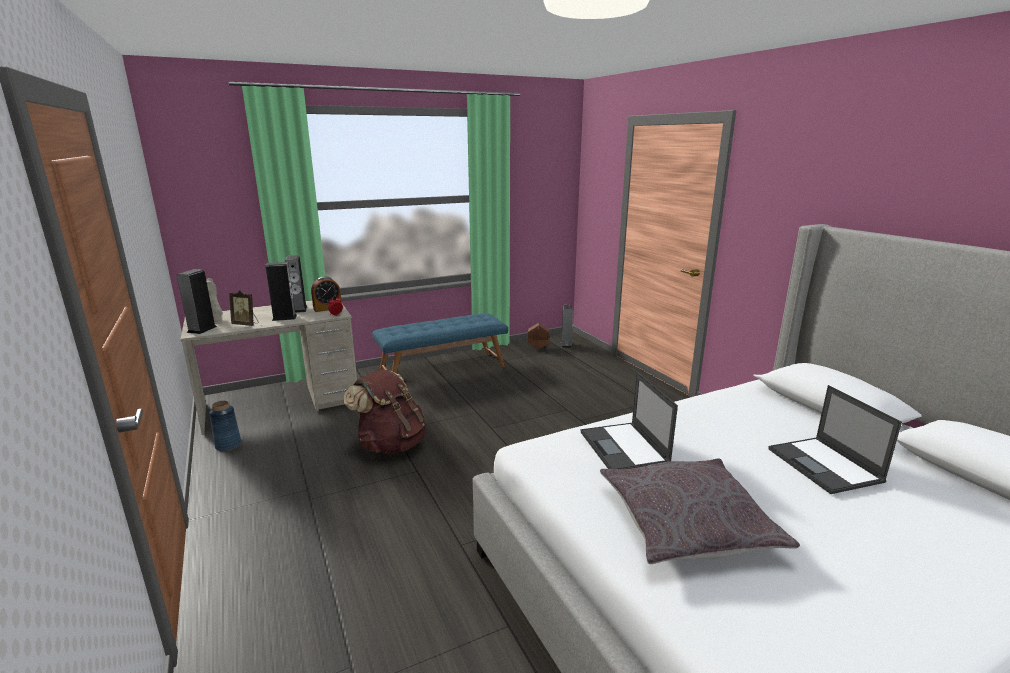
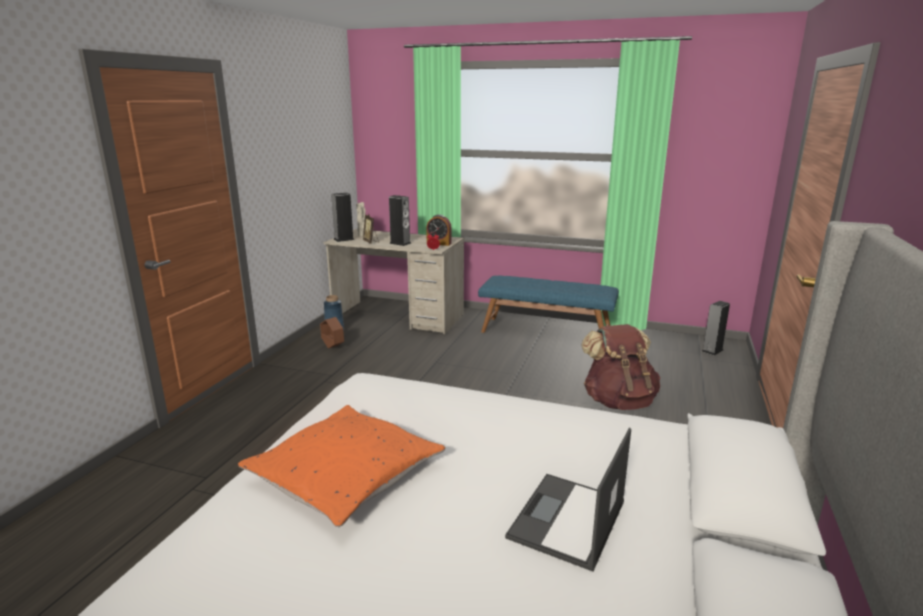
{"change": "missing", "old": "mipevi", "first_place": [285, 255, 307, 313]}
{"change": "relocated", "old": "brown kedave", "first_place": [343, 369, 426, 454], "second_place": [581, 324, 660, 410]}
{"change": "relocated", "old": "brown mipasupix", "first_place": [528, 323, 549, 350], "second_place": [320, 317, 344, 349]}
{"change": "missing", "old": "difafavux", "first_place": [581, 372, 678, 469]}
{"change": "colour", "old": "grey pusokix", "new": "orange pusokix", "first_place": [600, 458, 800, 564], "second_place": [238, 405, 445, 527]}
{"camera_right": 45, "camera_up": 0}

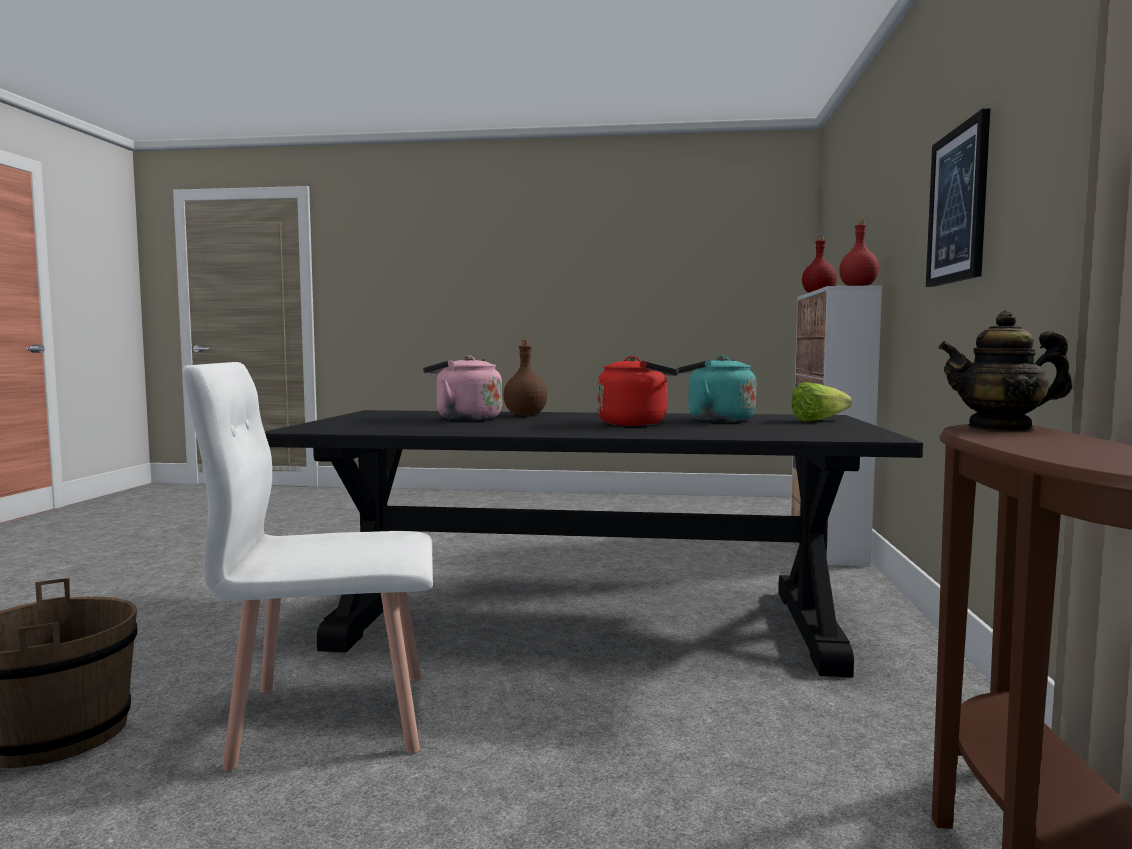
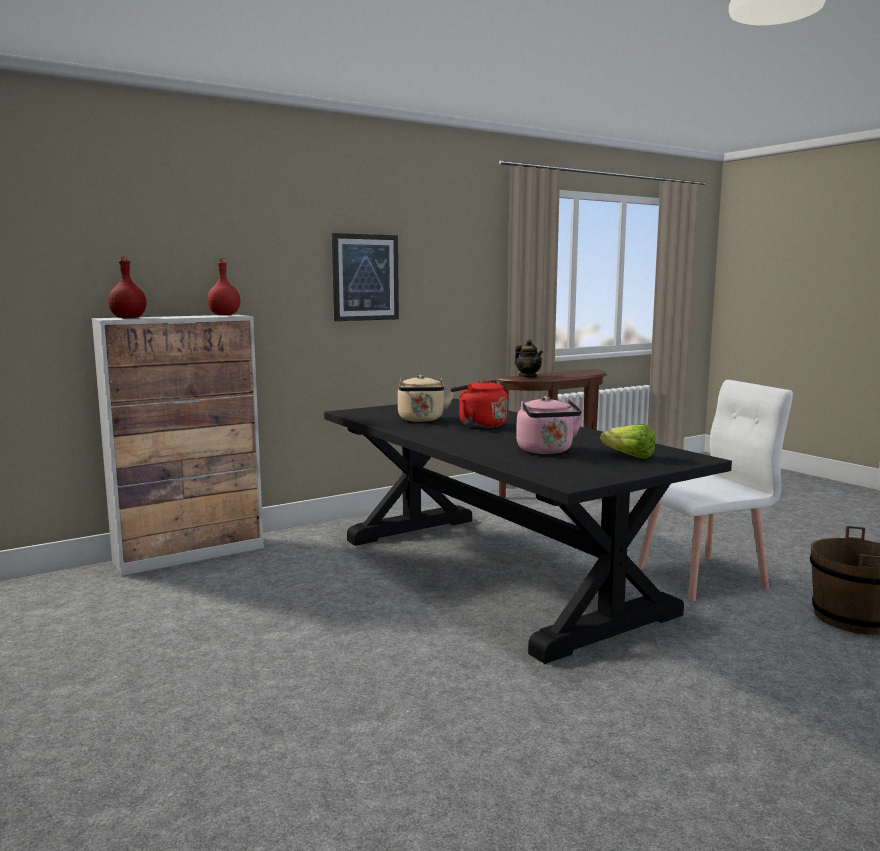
{"change": "spun", "old": "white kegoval", "first_place": [183, 362, 433, 770], "second_place": [634, 380, 793, 601], "degrees": -60}
{"change": "missing", "old": "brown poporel", "first_place": [503, 340, 547, 416]}
{"change": "colour", "old": "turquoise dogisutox", "new": "beige dogisutox", "first_place": [677, 355, 756, 422], "second_place": [398, 375, 453, 422]}
{"change": "relocated", "old": "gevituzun", "first_place": [791, 382, 852, 421], "second_place": [600, 425, 655, 459]}
{"camera_right": -130, "camera_up": 5}

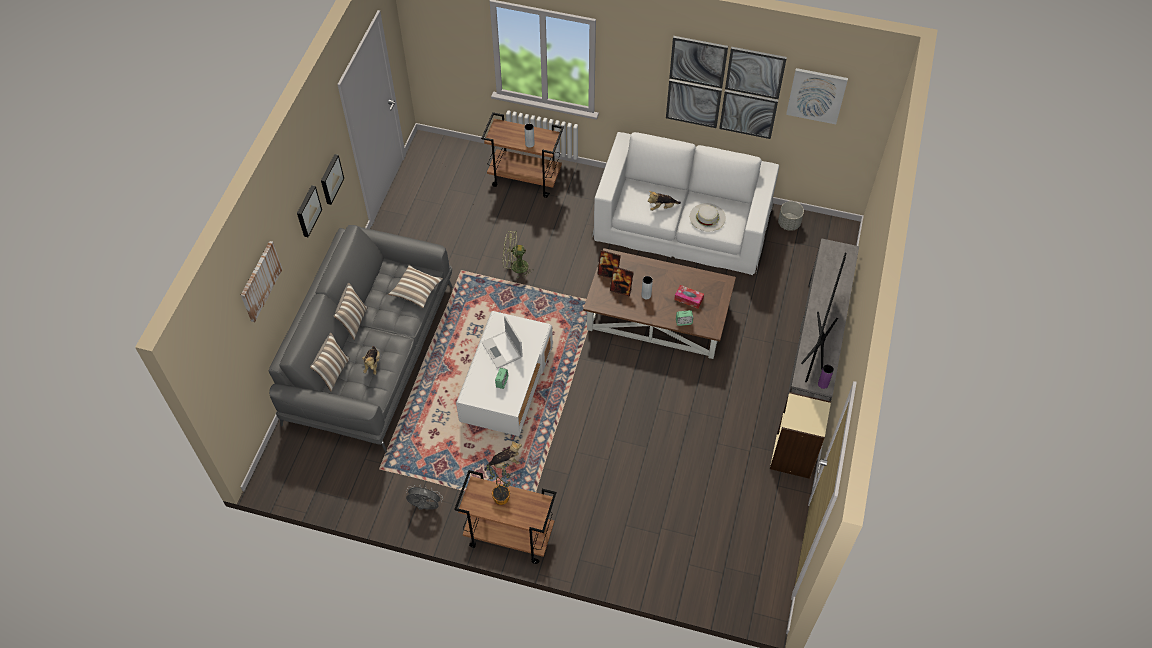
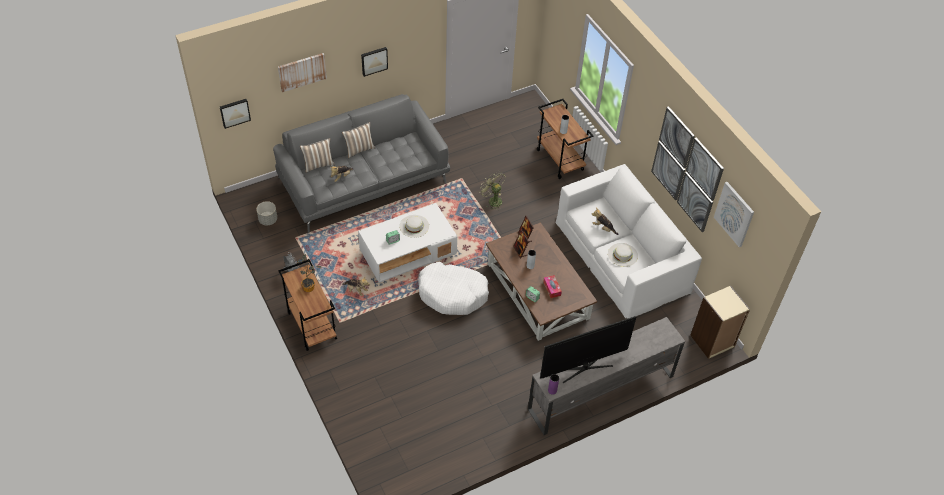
{"change": "relocated", "old": "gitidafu", "first_place": [321, 154, 344, 205], "second_place": [220, 99, 251, 129]}
{"change": "missing", "old": "pusokix", "first_place": [388, 265, 443, 308]}
{"change": "exchanged", "old": "difafavux", "new": "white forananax", "first_place": [482, 316, 523, 369], "second_place": [399, 215, 429, 238]}
{"change": "relocated", "old": "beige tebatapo", "first_place": [770, 392, 831, 479], "second_place": [690, 286, 750, 359]}
{"change": "relocated", "old": "grey mipasupix", "first_place": [778, 201, 804, 231], "second_place": [256, 201, 277, 225]}
{"change": "appeared", "new": "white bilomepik", "second_place": [419, 262, 489, 315]}
{"camera_right": 45, "camera_up": -5}

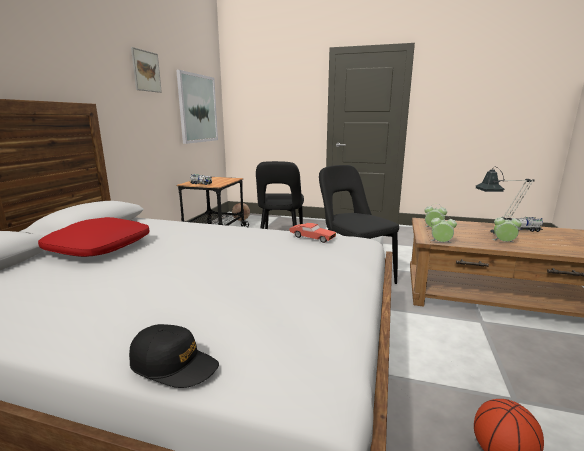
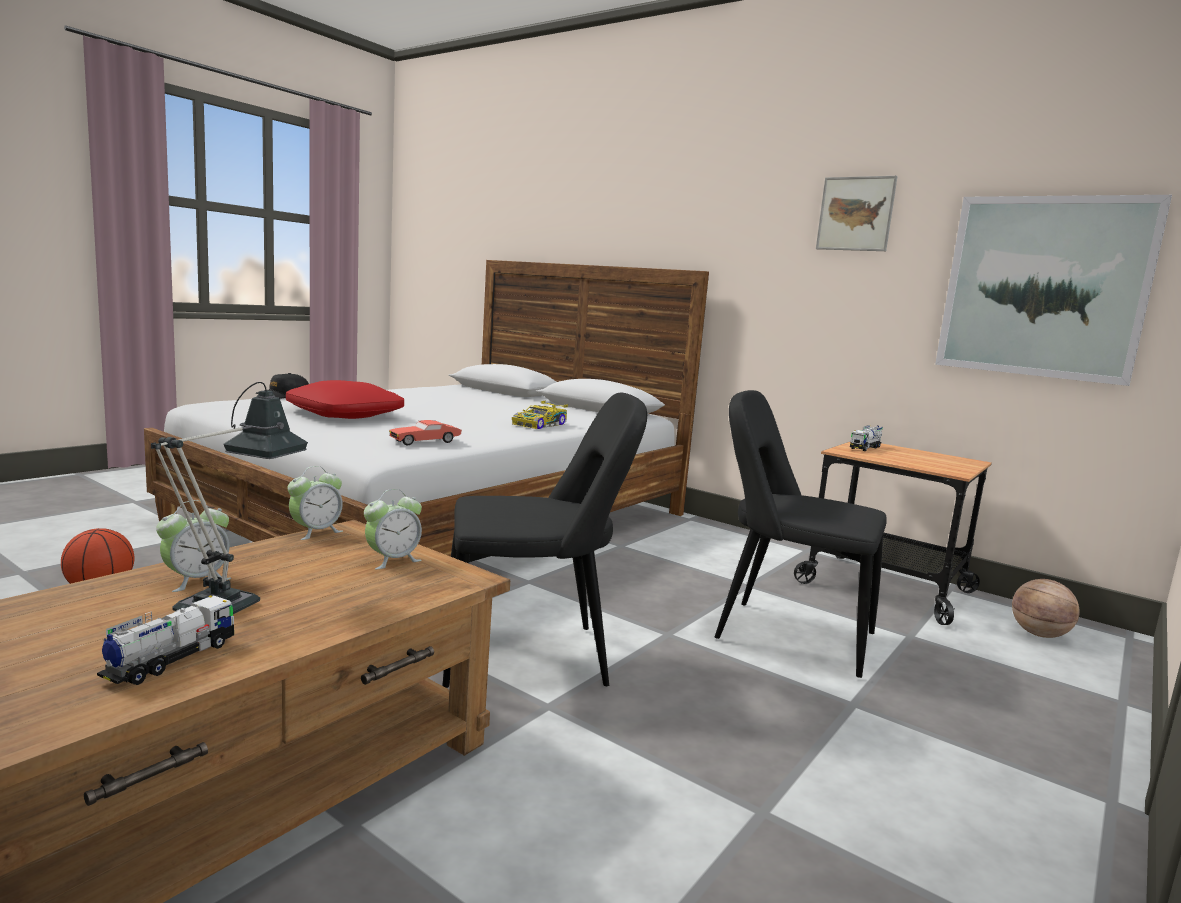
{"change": "relocated", "old": "red pusokix", "first_place": [38, 217, 150, 257], "second_place": [286, 380, 404, 419]}
{"change": "appeared", "new": "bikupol", "second_place": [512, 401, 568, 429]}
{"camera_right": 110, "camera_up": -5}

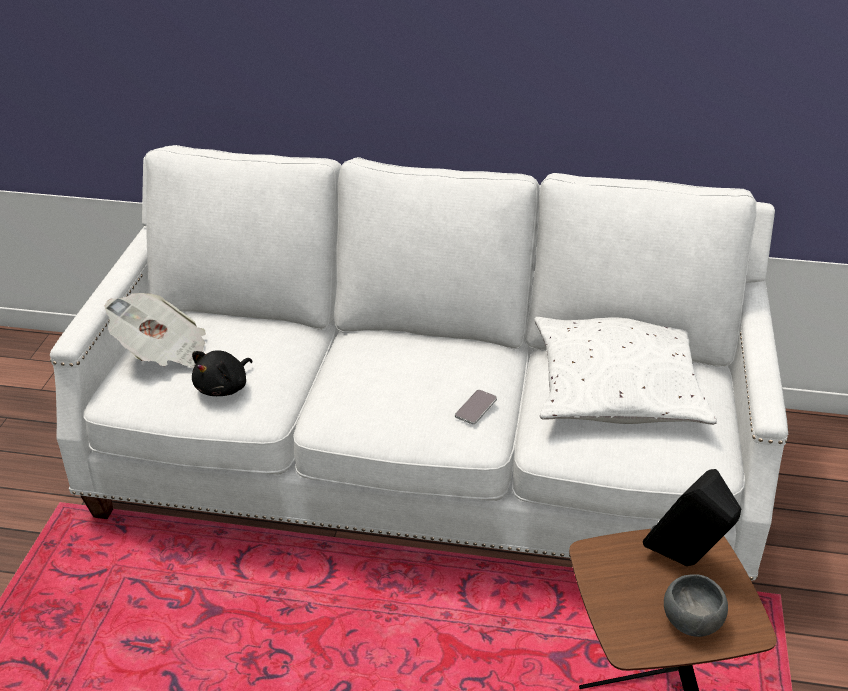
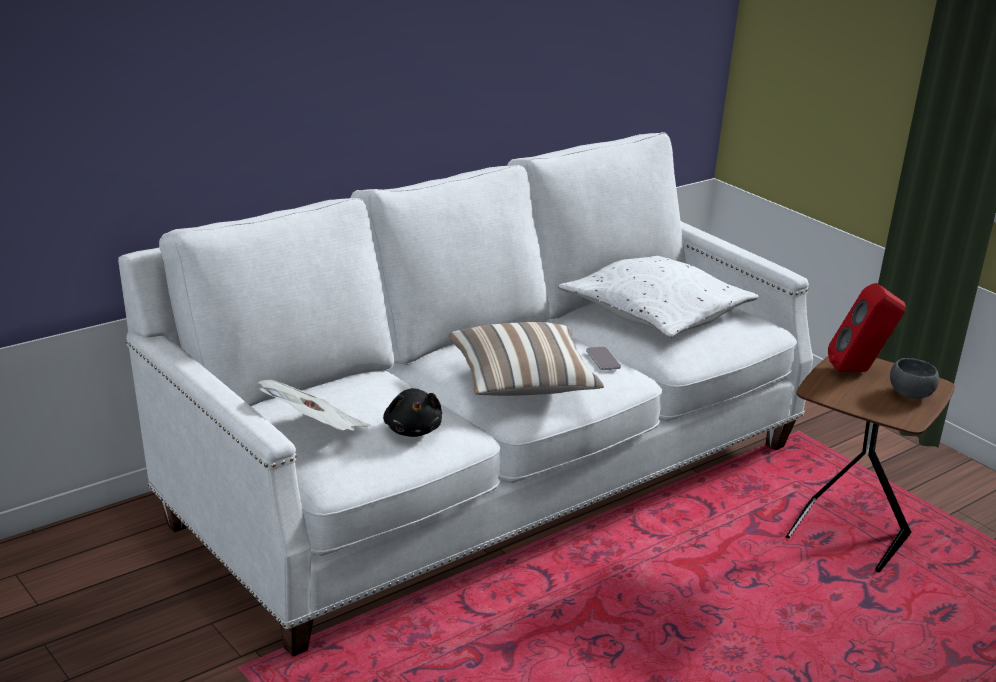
{"change": "colour", "old": "black mipevi", "new": "red mipevi", "first_place": [643, 469, 741, 566], "second_place": [828, 283, 906, 372]}
{"change": "appeared", "new": "pusokix", "second_place": [448, 322, 604, 396]}
{"camera_right": -50, "camera_up": -10}

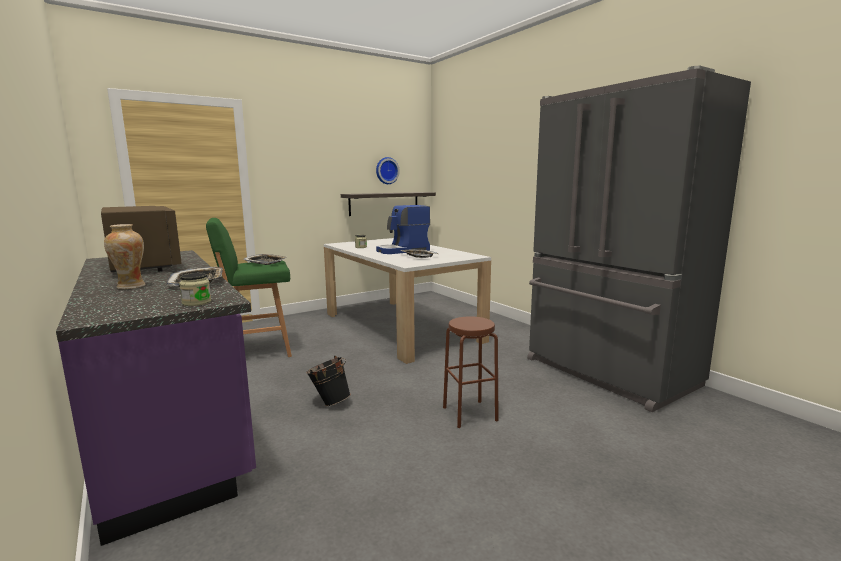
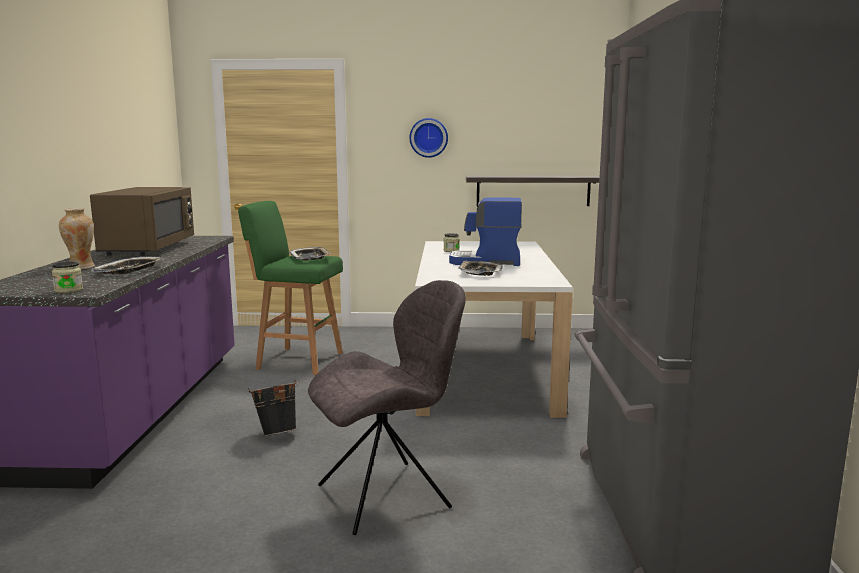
{"change": "relocated", "old": "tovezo", "first_place": [376, 157, 400, 184], "second_place": [410, 118, 448, 158]}
{"change": "exchanged", "old": "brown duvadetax", "new": "grey kegoval", "first_place": [443, 316, 499, 428], "second_place": [308, 280, 466, 535]}
{"camera_right": 35, "camera_up": 0}

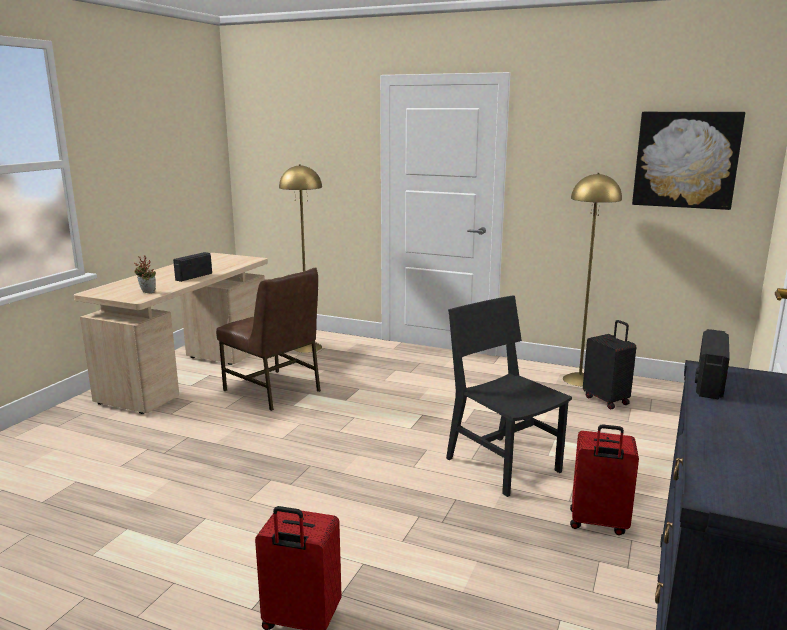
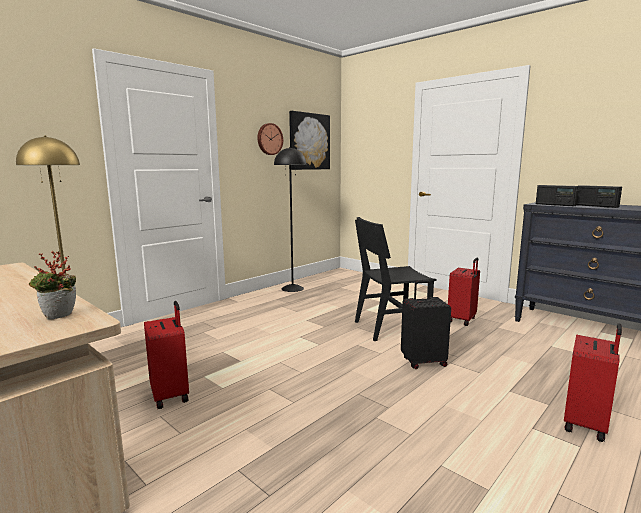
{"change": "relocated", "old": "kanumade", "first_place": [173, 252, 212, 282], "second_place": [577, 185, 622, 208]}
{"change": "exchanged", "old": "brown kegoval", "new": "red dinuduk", "first_place": [216, 267, 321, 411], "second_place": [144, 301, 189, 409]}
{"change": "colour", "old": "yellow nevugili", "new": "black nevugili", "first_place": [563, 173, 622, 387], "second_place": [274, 147, 306, 292]}
{"change": "relocated", "old": "black dinuduk", "first_place": [583, 320, 636, 409], "second_place": [401, 280, 451, 369]}
{"change": "appeared", "new": "tovezo", "second_place": [257, 123, 283, 155]}
{"camera_right": -70, "camera_up": -5}

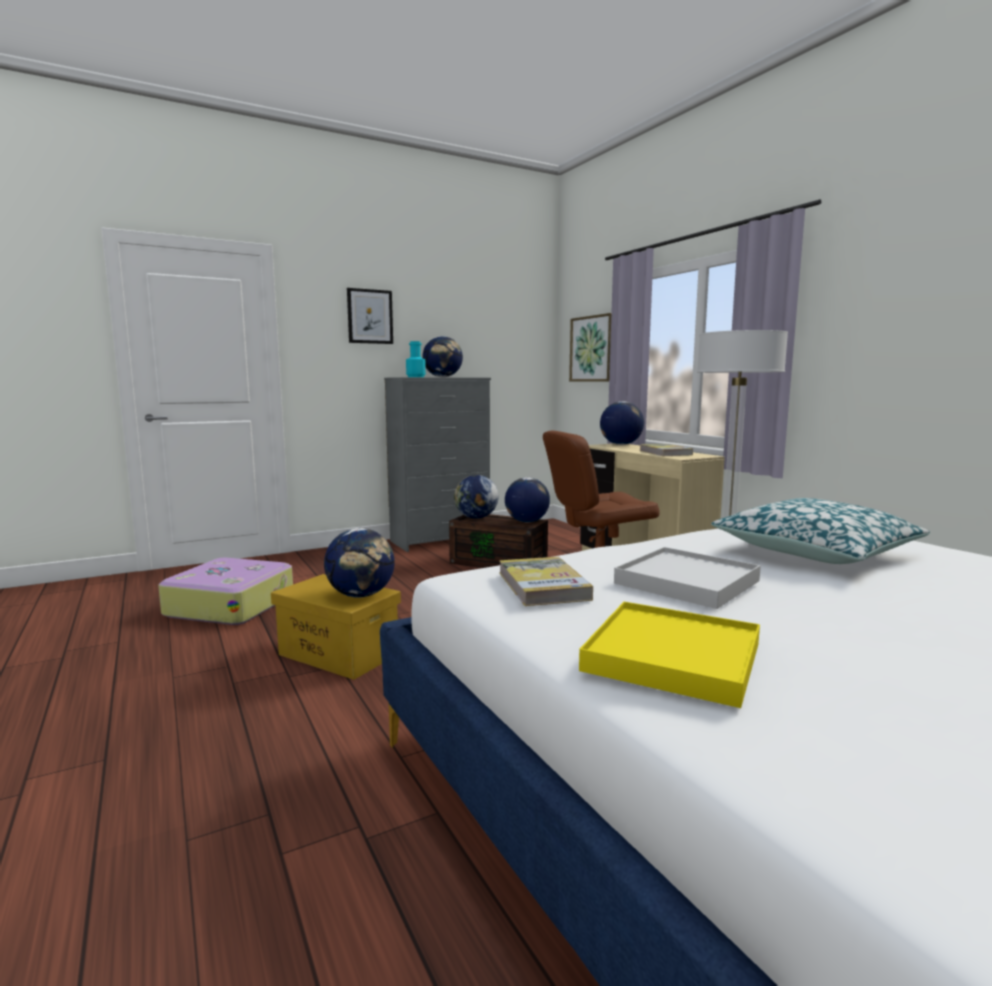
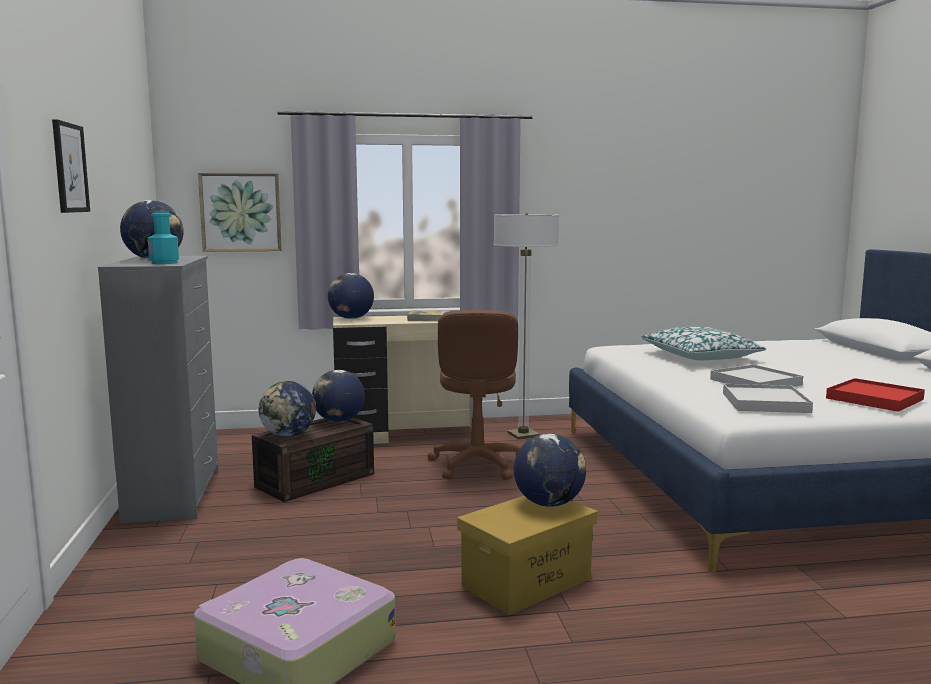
{"change": "exchanged", "old": "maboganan", "new": "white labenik", "first_place": [499, 557, 593, 606], "second_place": [723, 384, 813, 413]}
{"change": "colour", "old": "yellow labenik", "new": "red labenik", "first_place": [579, 602, 760, 708], "second_place": [826, 378, 925, 412]}
{"camera_right": -70, "camera_up": 0}

